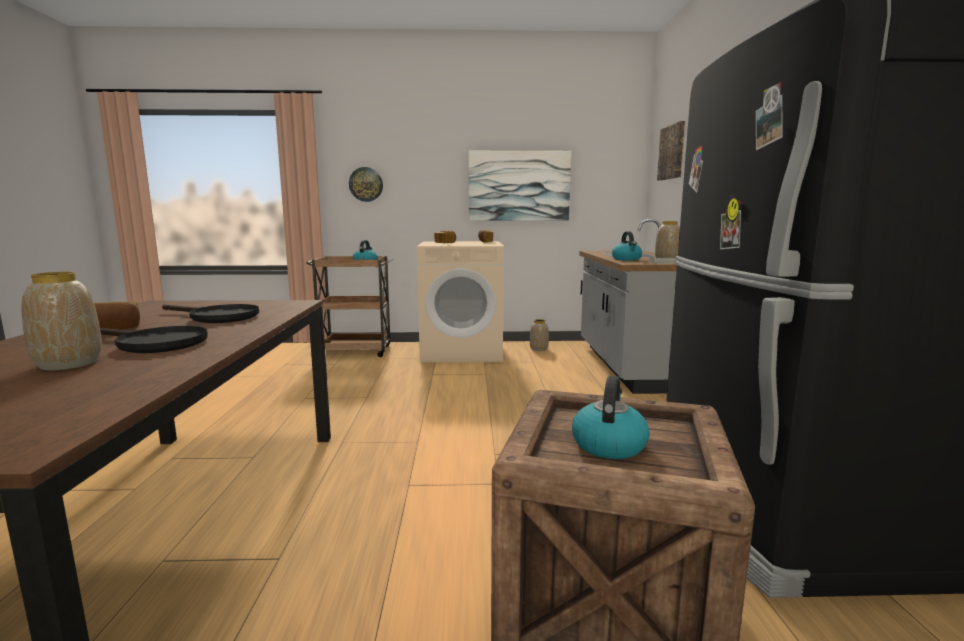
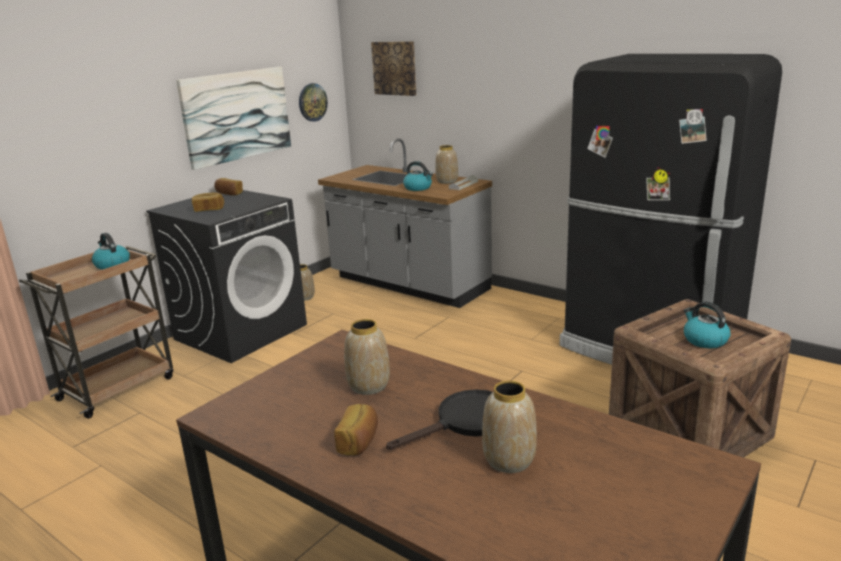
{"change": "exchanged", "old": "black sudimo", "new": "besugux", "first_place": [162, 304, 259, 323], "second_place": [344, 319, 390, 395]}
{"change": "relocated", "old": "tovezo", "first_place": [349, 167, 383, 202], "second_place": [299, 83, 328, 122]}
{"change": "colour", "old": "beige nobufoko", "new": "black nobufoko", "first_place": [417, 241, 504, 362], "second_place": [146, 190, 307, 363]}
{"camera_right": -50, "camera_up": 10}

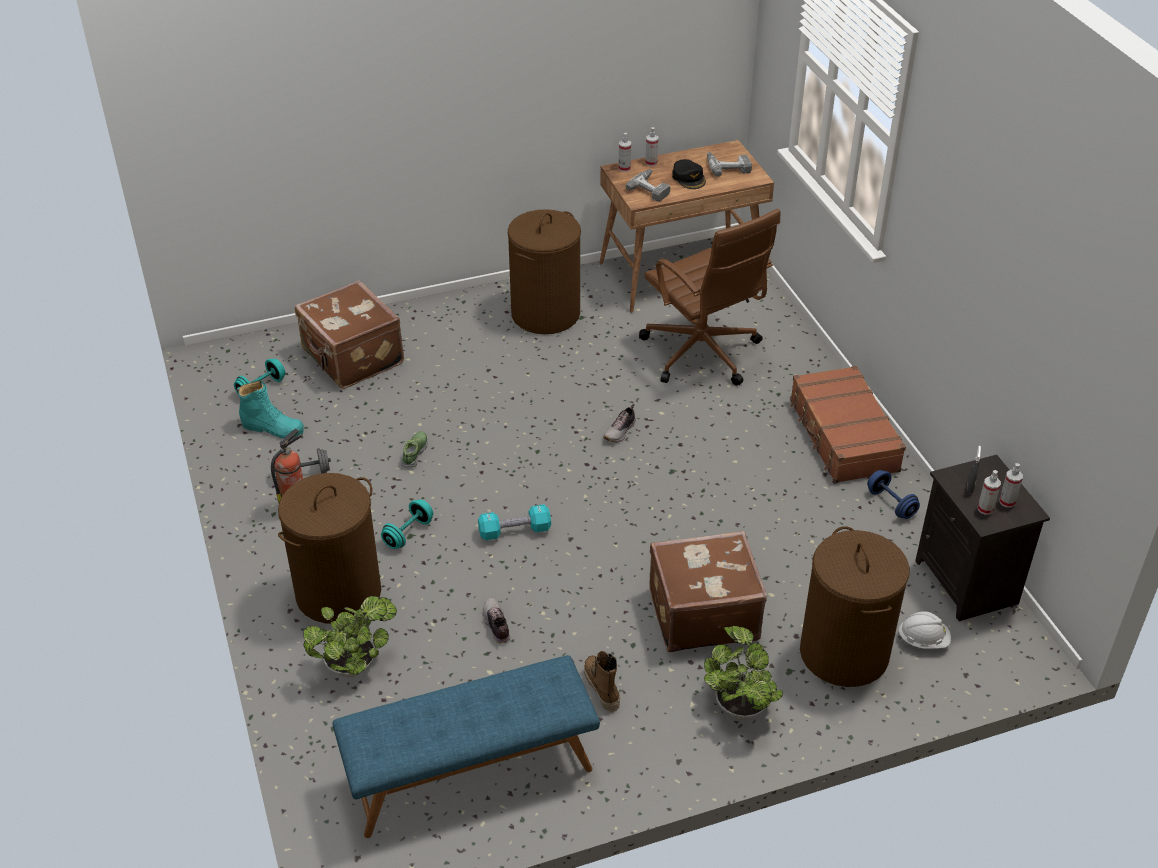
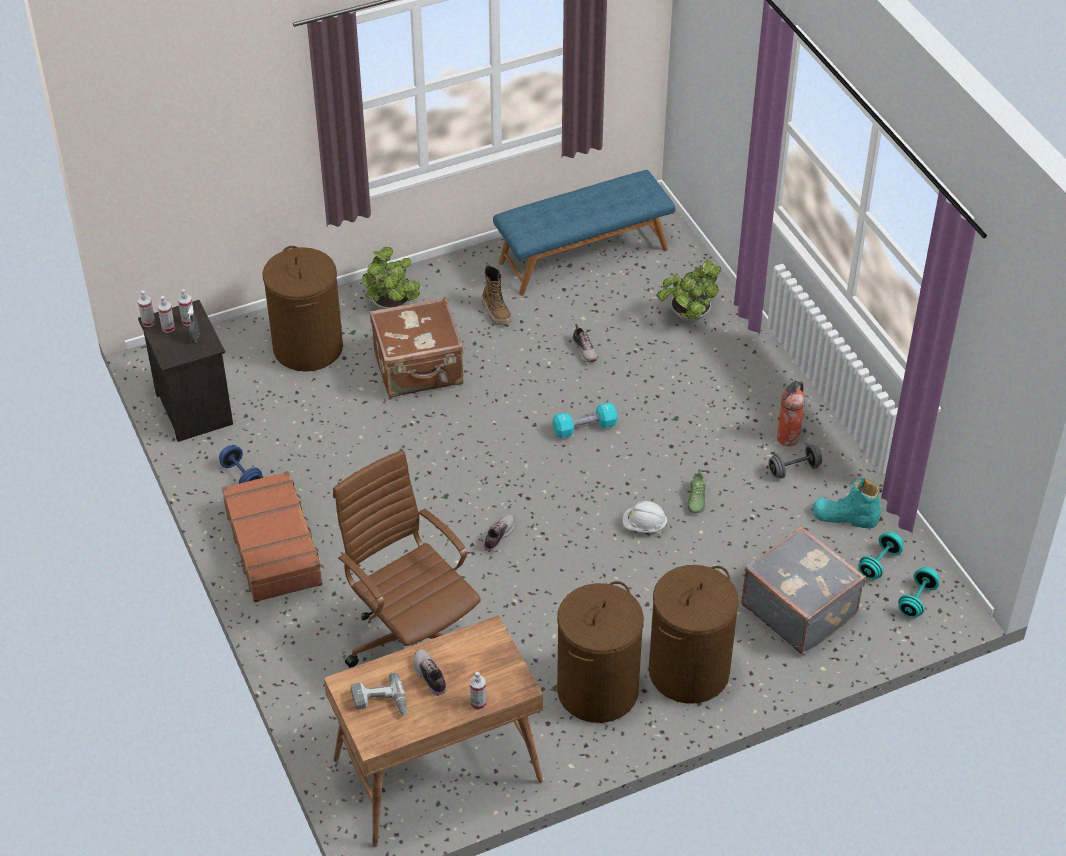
{"change": "relocated", "old": "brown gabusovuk", "first_place": [278, 473, 381, 624], "second_place": [649, 565, 739, 704]}
{"change": "colour", "old": "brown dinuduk", "new": "grey dinuduk", "first_place": [295, 280, 404, 389], "second_place": [741, 526, 866, 655]}
{"change": "relocated", "old": "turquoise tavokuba", "first_place": [381, 499, 433, 549], "second_place": [898, 567, 940, 618]}
{"change": "relocated", "old": "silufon", "first_place": [618, 133, 631, 172], "second_place": [138, 290, 155, 327]}
{"change": "missing", "old": "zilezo", "first_place": [625, 169, 671, 202]}
{"change": "exchanged", "old": "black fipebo", "new": "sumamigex", "first_place": [672, 159, 706, 189], "second_place": [414, 649, 447, 696]}
{"change": "relocated", "old": "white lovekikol", "first_place": [898, 612, 951, 649], "second_place": [623, 501, 668, 533]}
{"camera_right": 175, "camera_up": 5}

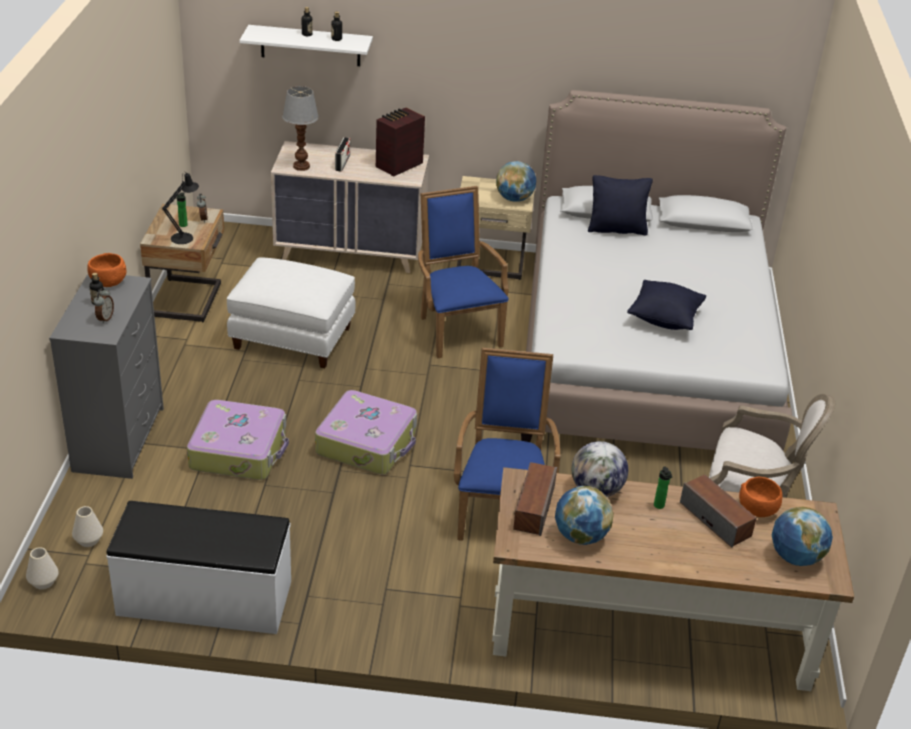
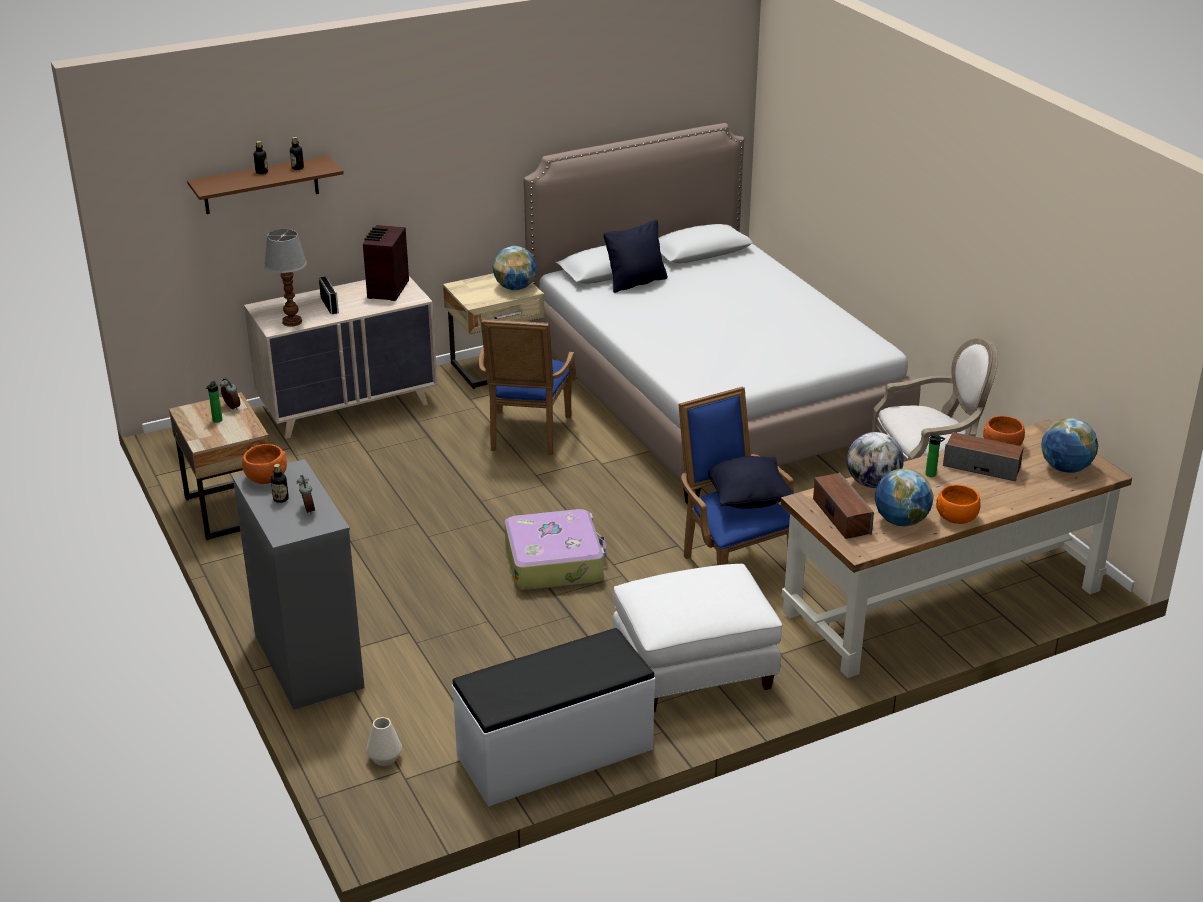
{"change": "missing", "old": "white besugux", "first_place": [26, 547, 59, 590]}
{"change": "missing", "old": "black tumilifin", "first_place": [162, 172, 199, 244]}
{"change": "missing", "old": "dinuduk", "first_place": [187, 400, 289, 480]}
{"change": "relocated", "old": "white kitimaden", "first_place": [227, 257, 356, 369], "second_place": [612, 564, 782, 712]}
{"change": "colour", "old": "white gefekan", "new": "brown gefekan", "first_place": [239, 25, 373, 66], "second_place": [187, 156, 344, 214]}
{"change": "spun", "old": "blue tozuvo", "first_place": [418, 186, 509, 358], "second_place": [479, 319, 576, 455], "degrees": -120}
{"change": "relocated", "old": "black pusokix", "first_place": [627, 280, 706, 330], "second_place": [708, 456, 795, 509]}
{"change": "appeared", "new": "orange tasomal", "second_place": [936, 484, 981, 524]}
{"camera_right": -30, "camera_up": -5}

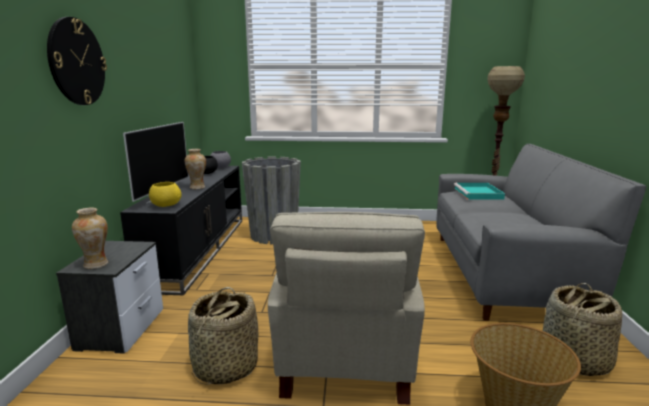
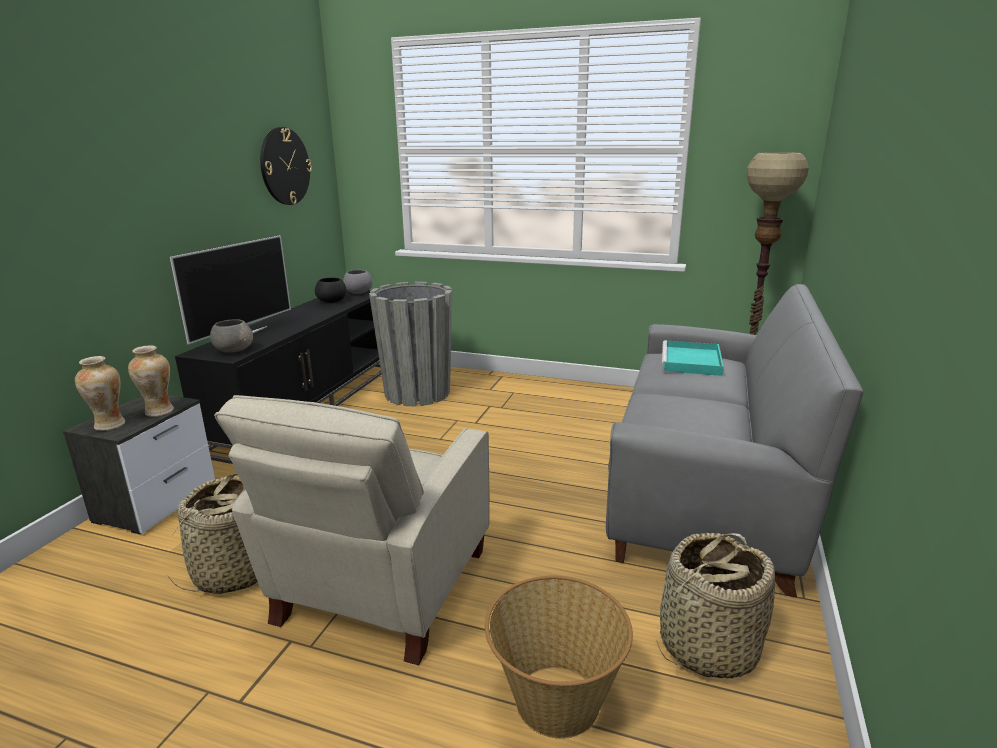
{"change": "relocated", "old": "tovezo", "first_place": [47, 17, 107, 105], "second_place": [260, 127, 312, 205]}
{"change": "colour", "old": "yellow tasomal", "new": "grey tasomal", "first_place": [149, 182, 182, 207], "second_place": [210, 319, 253, 353]}
{"change": "relocated", "old": "besugux", "first_place": [185, 149, 206, 189], "second_place": [128, 345, 174, 417]}
{"camera_right": 15, "camera_up": 5}

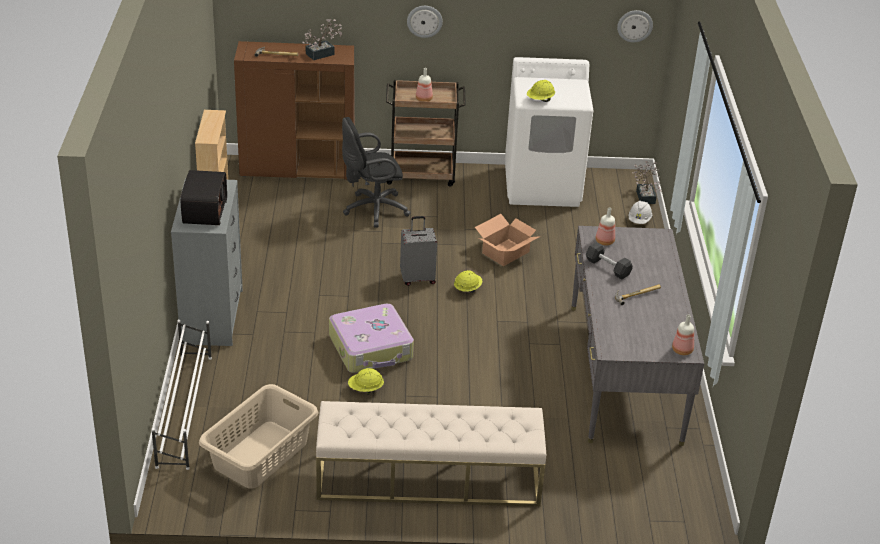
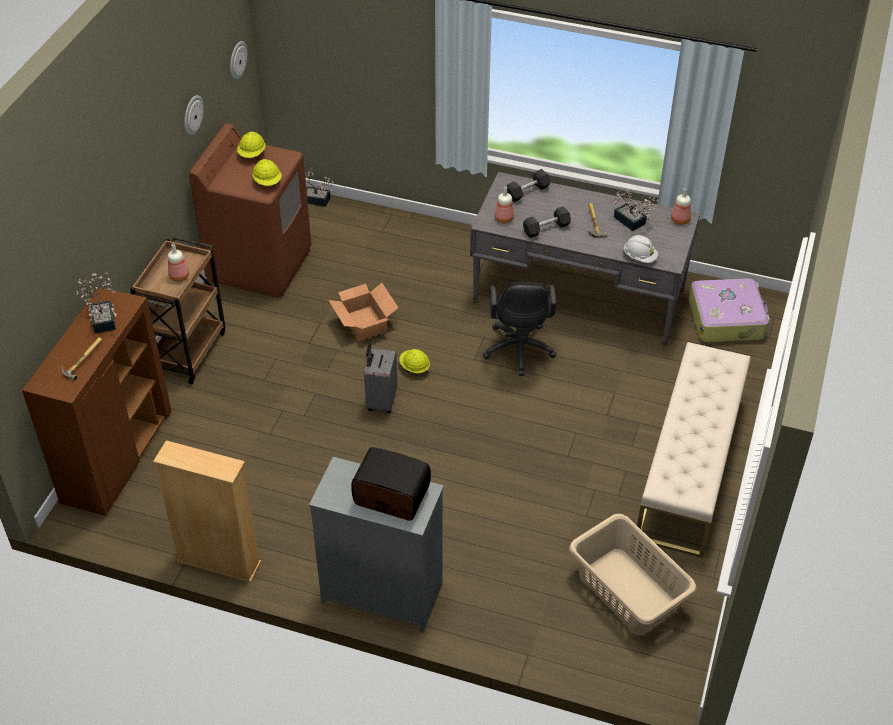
{"change": "missing", "old": "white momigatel", "first_place": [151, 320, 212, 470]}
{"change": "relocated", "old": "dinuduk", "first_place": [329, 304, 414, 373], "second_place": [689, 279, 770, 342]}
{"change": "relocated", "old": "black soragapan", "first_place": [342, 117, 411, 227], "second_place": [483, 281, 556, 376]}
{"change": "relocated", "old": "yellow lovekikol", "first_place": [348, 368, 384, 394], "second_place": [237, 132, 266, 158]}
{"change": "relocated", "old": "tovezo", "first_place": [407, 6, 443, 38], "second_place": [184, 95, 204, 136]}
{"change": "colour", "old": "white nobufoko", "new": "brown nobufoko", "first_place": [505, 57, 593, 207], "second_place": [189, 123, 311, 298]}
{"change": "relocated", "old": "white lovekikol", "first_place": [629, 201, 652, 224], "second_place": [624, 235, 658, 263]}
{"change": "appeared", "new": "black tavokuba", "second_place": [506, 169, 550, 202]}
{"change": "appeared", "new": "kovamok", "second_place": [610, 188, 658, 231]}
{"camera_right": -70, "camera_up": 10}

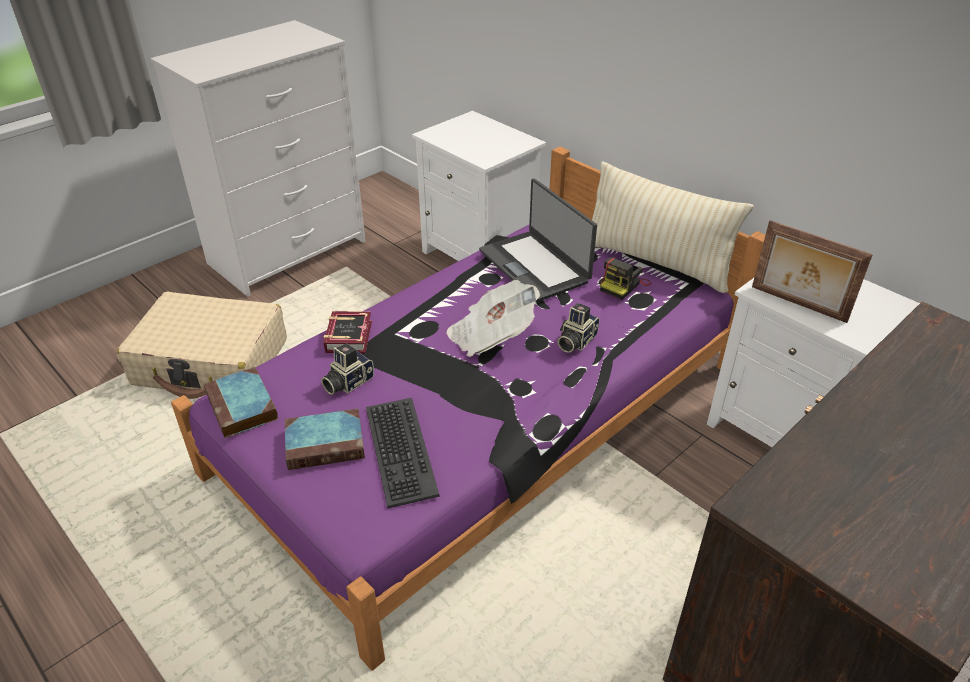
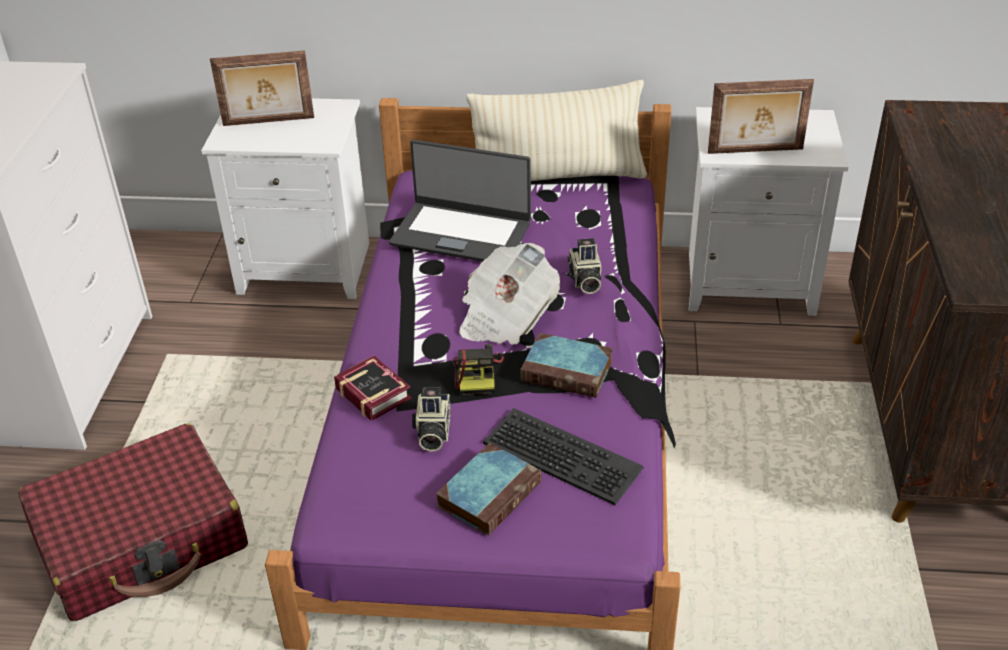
{"change": "colour", "old": "beige dinuduk", "new": "red dinuduk", "first_place": [117, 291, 287, 399], "second_place": [18, 423, 248, 621]}
{"change": "relocated", "old": "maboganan", "first_place": [203, 367, 278, 438], "second_place": [520, 333, 613, 398]}
{"change": "relocated", "old": "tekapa", "first_place": [600, 257, 652, 300], "second_place": [452, 344, 504, 396]}
{"change": "appeared", "new": "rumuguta", "second_place": [210, 51, 314, 126]}
{"camera_right": -40, "camera_up": 0}

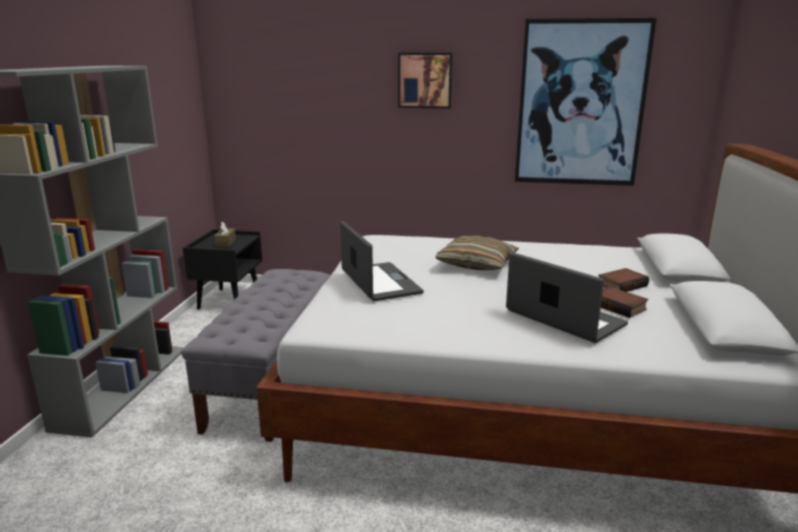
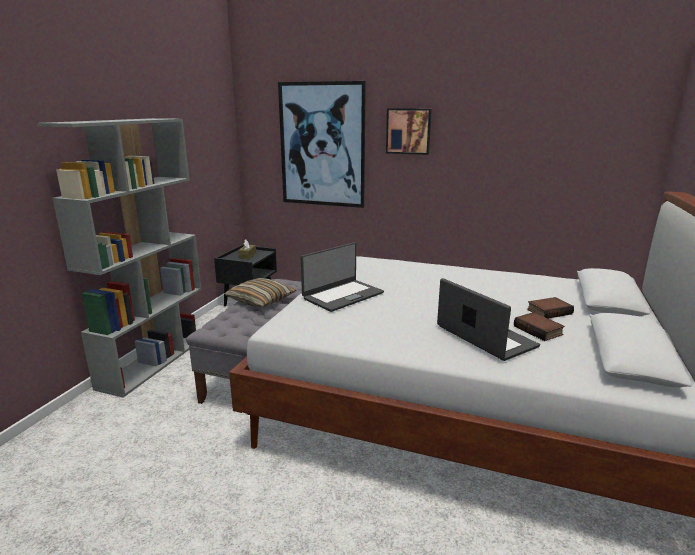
{"change": "spun", "old": "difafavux", "first_place": [340, 221, 424, 301], "second_place": [301, 242, 384, 312], "degrees": 60}
{"change": "relocated", "old": "pusokix", "first_place": [435, 236, 519, 270], "second_place": [224, 278, 297, 307]}
{"change": "relocated", "old": "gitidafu", "first_place": [515, 18, 657, 186], "second_place": [278, 81, 366, 208]}
{"camera_right": 10, "camera_up": 0}

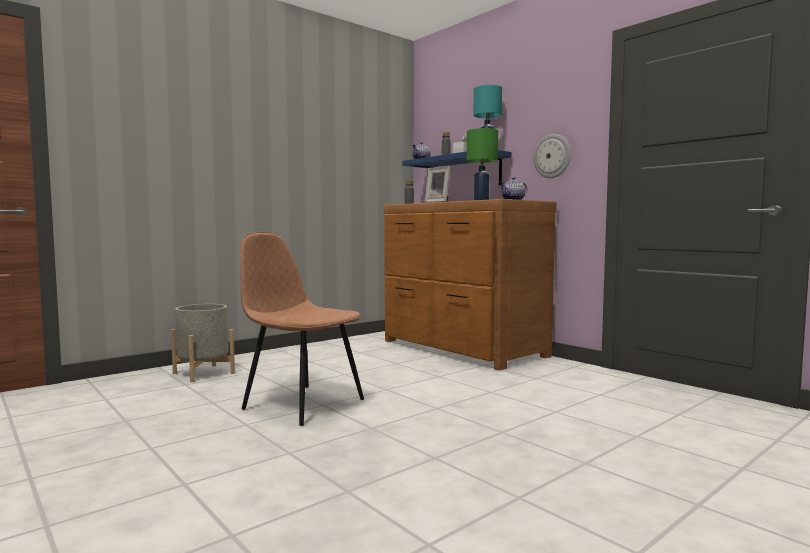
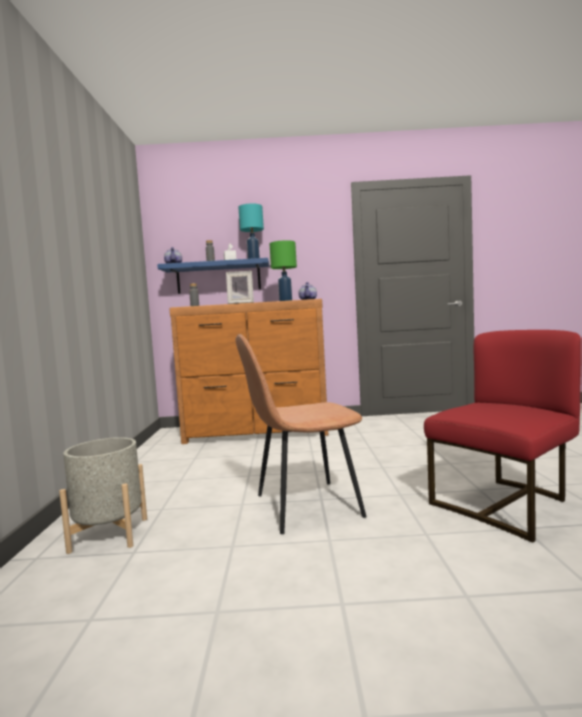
{"change": "missing", "old": "tovezo", "first_place": [534, 134, 571, 178]}
{"change": "appeared", "new": "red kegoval", "second_place": [424, 330, 581, 543]}
{"camera_right": -50, "camera_up": 0}

